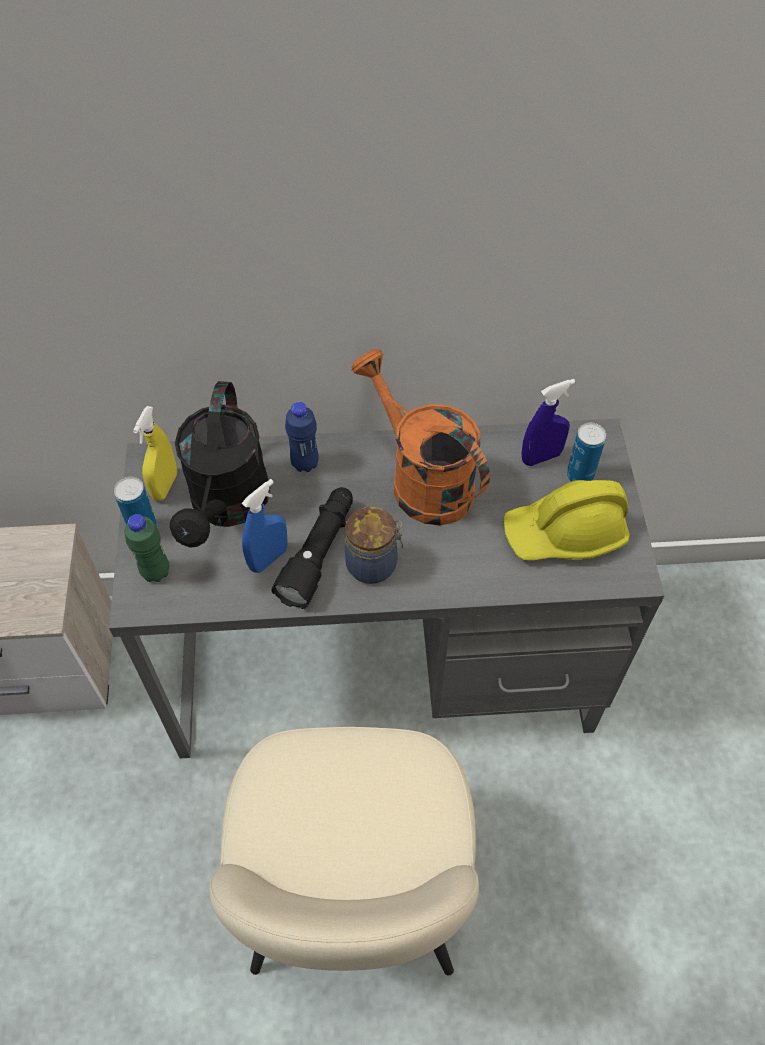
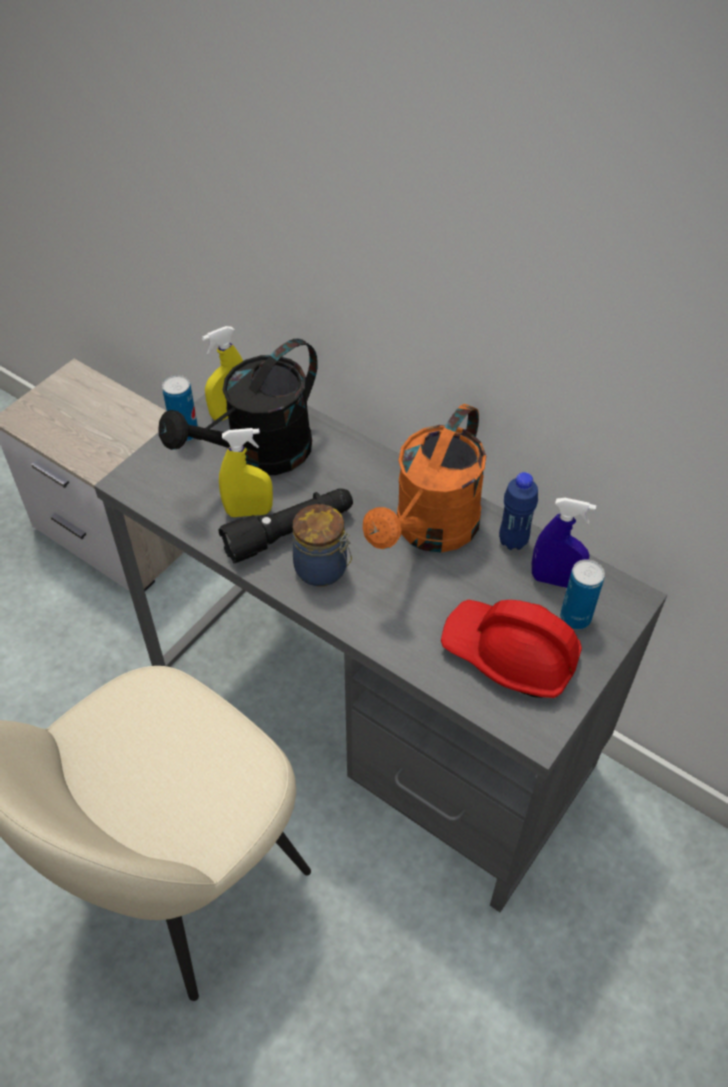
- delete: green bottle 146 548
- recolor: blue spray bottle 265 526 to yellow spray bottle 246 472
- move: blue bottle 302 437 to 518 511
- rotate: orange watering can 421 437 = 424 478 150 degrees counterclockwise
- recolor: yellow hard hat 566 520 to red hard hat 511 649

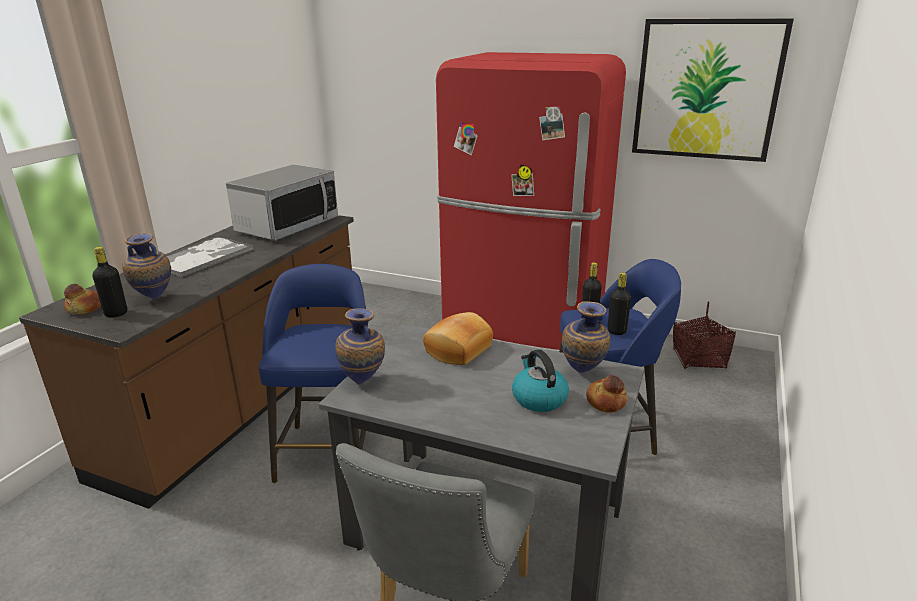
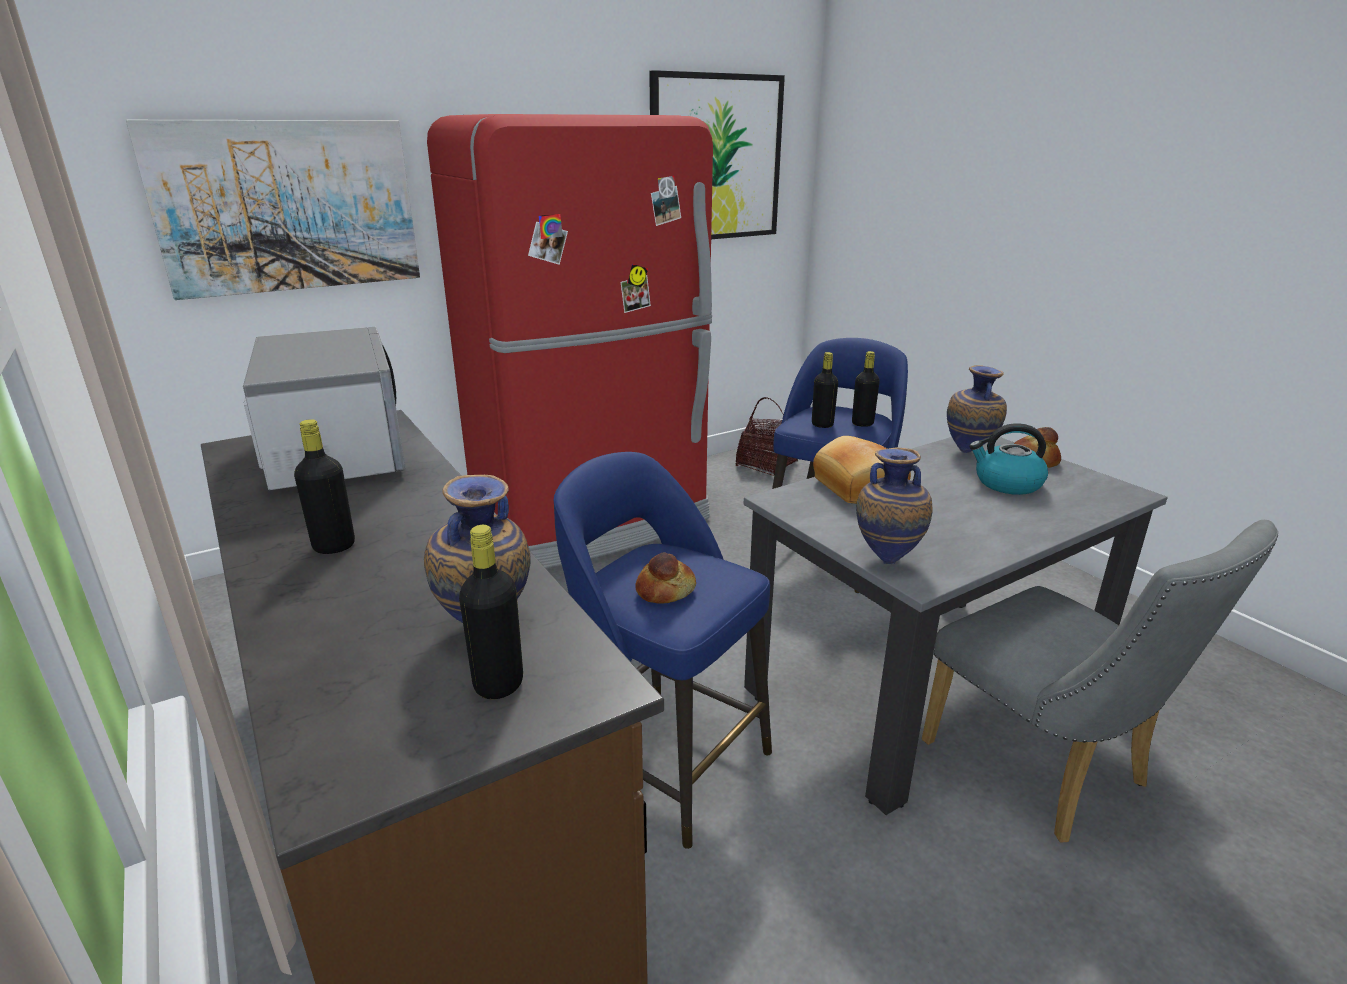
- move: bread 82 299 to 665 578
- replace: tray 209 257 to black bottle 324 486
- insert: picture 273 210

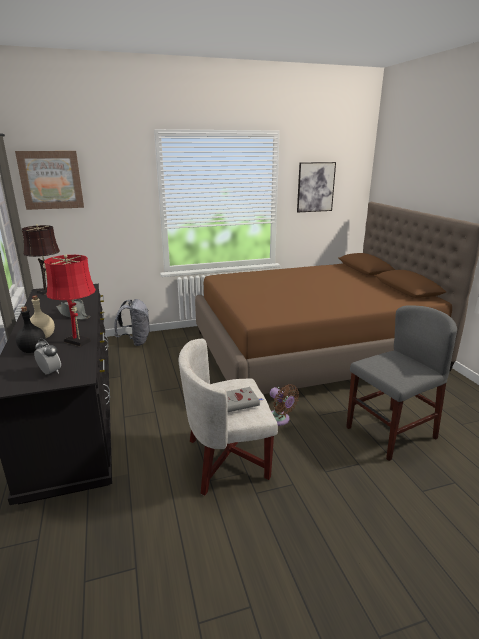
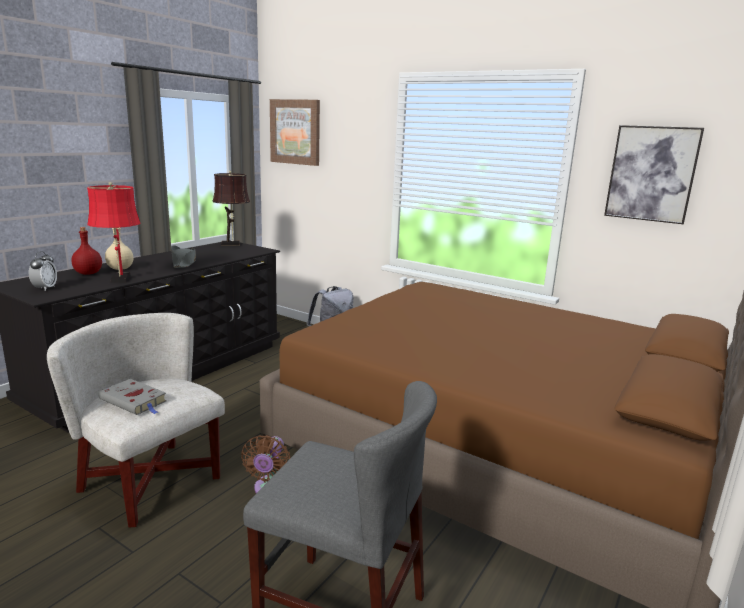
- recolor: black bottle 31 330 to red bottle 86 251

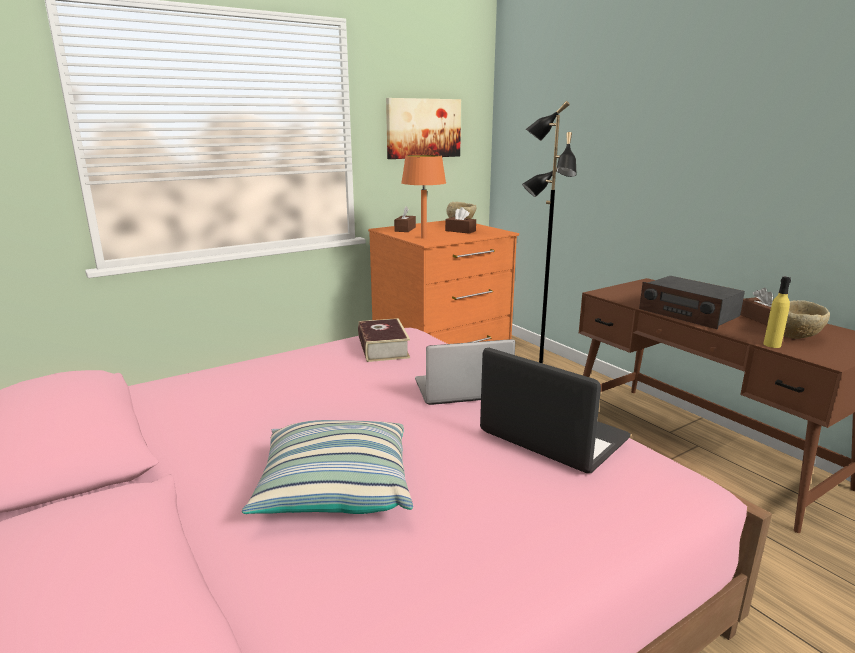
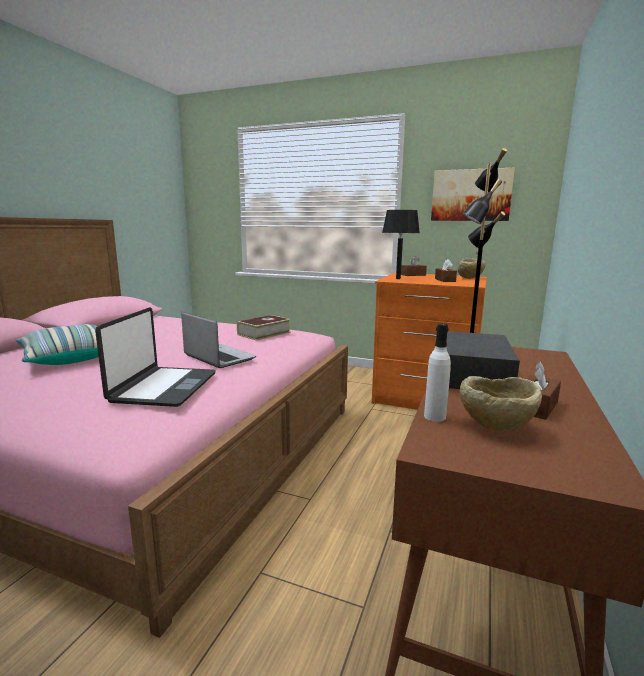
- recolor: orange table lamp 423 197 to black table lamp 401 244
- recolor: yellow bottle 777 312 to white bottle 437 372

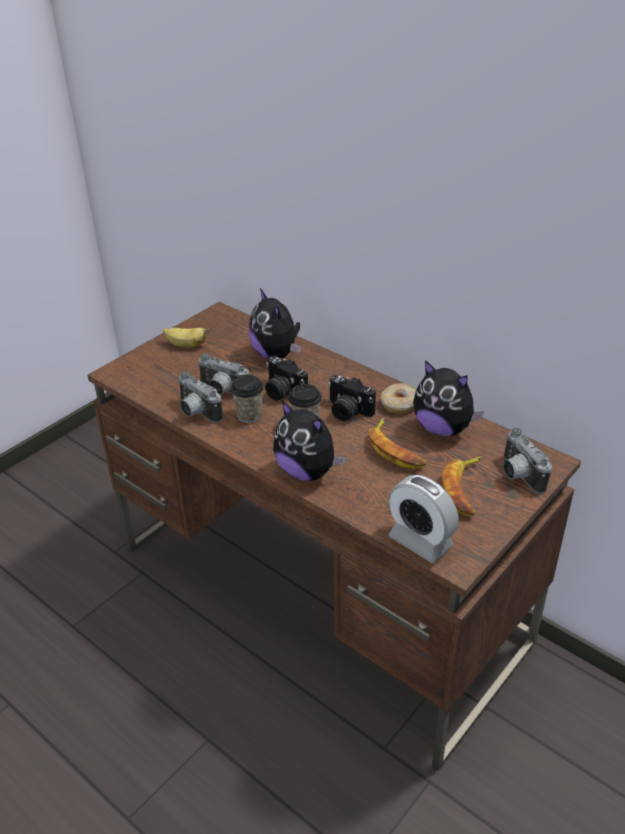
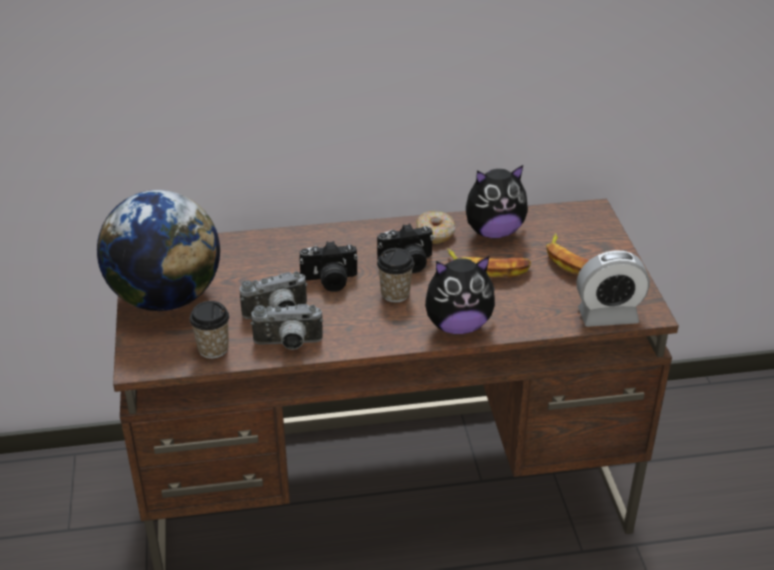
- replace: banana 186 337 to globe 158 250
- move: cup 247 399 to 209 330
- delete: plush toy 275 323
- delete: photo camera 527 460

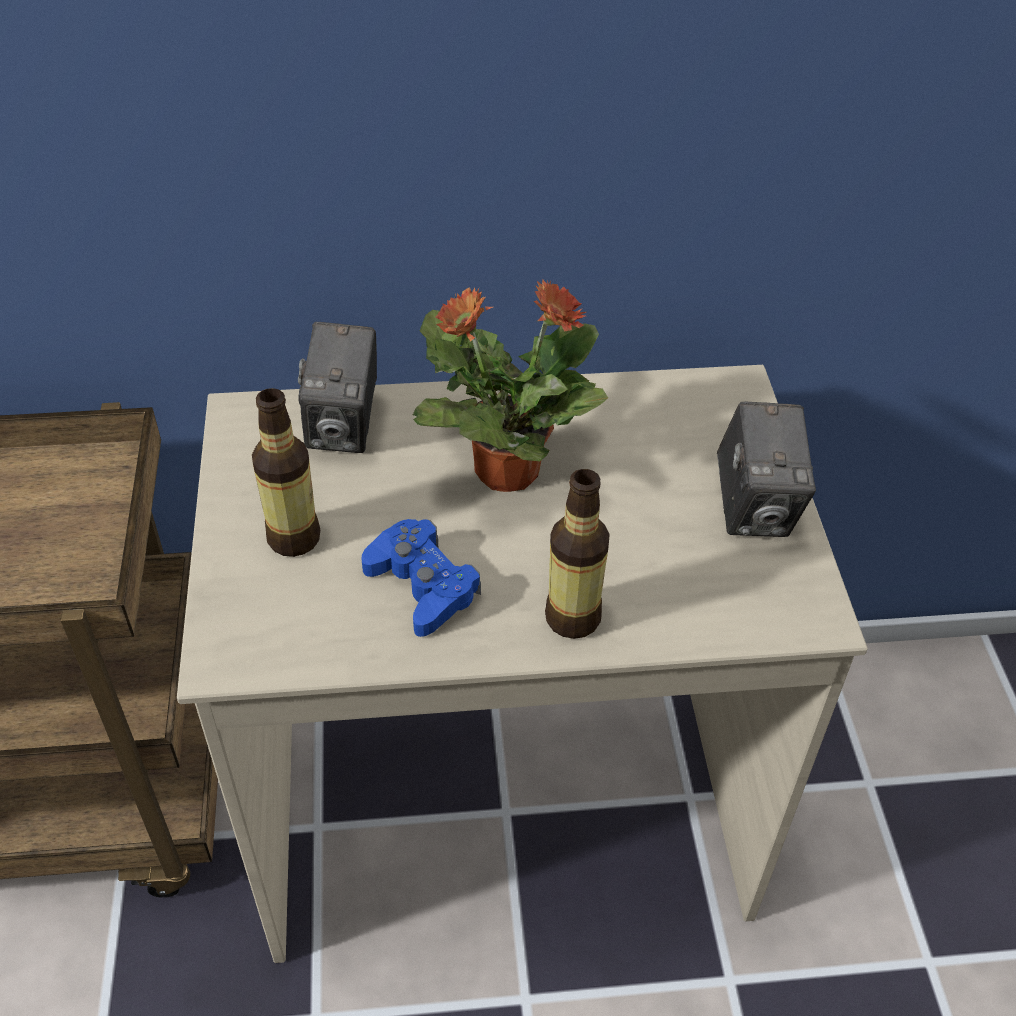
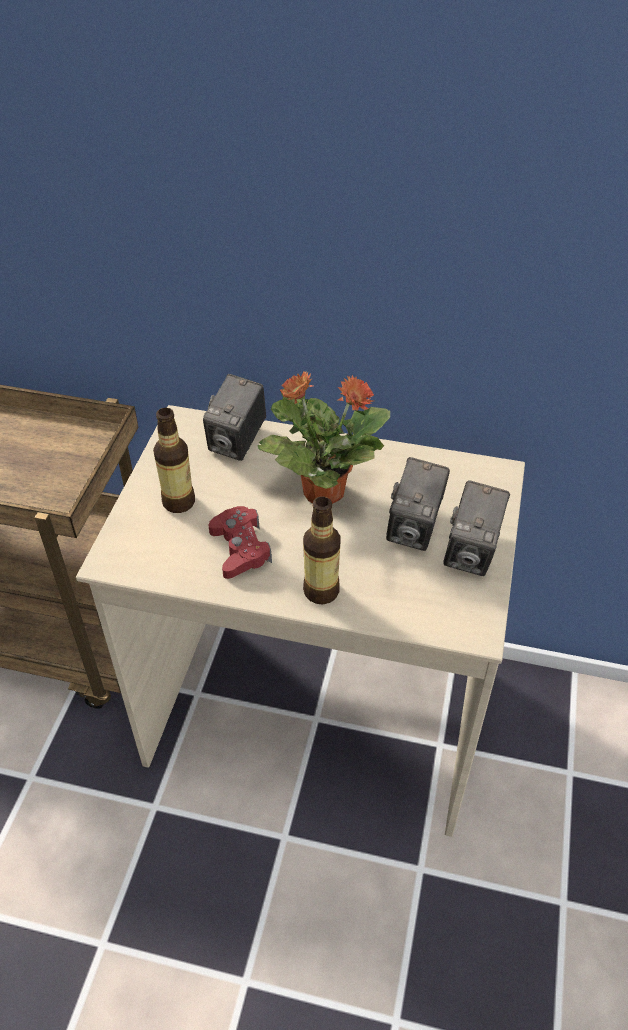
- recolor: blue game controller 421 578 to red game controller 240 542
- insert: photo camera 418 504

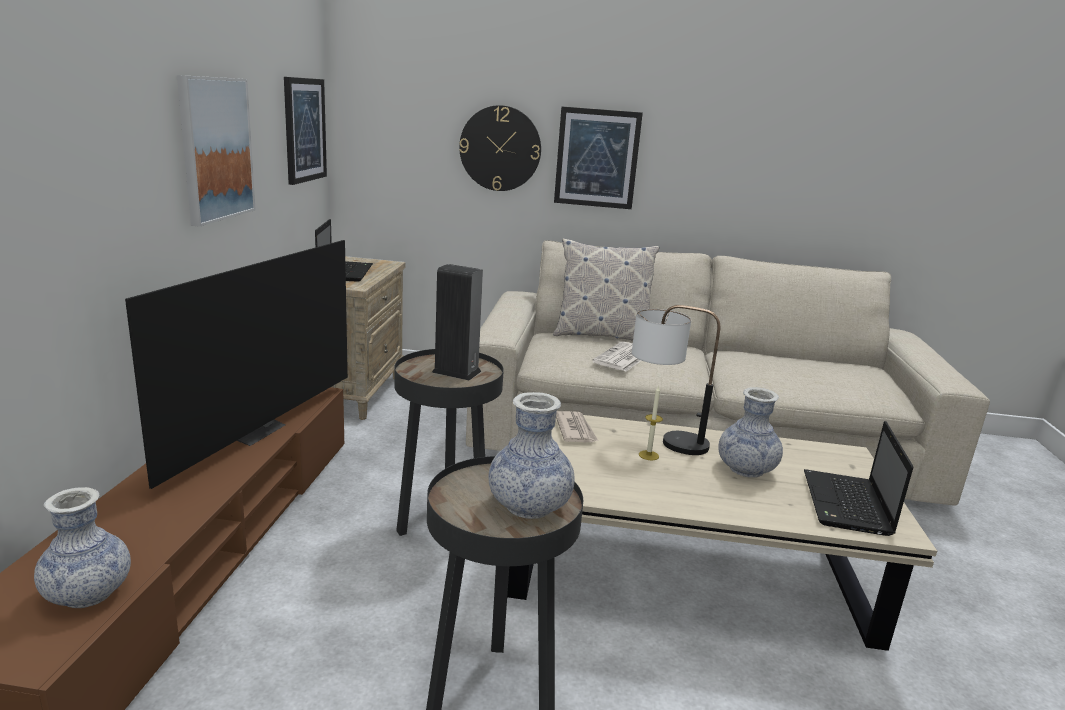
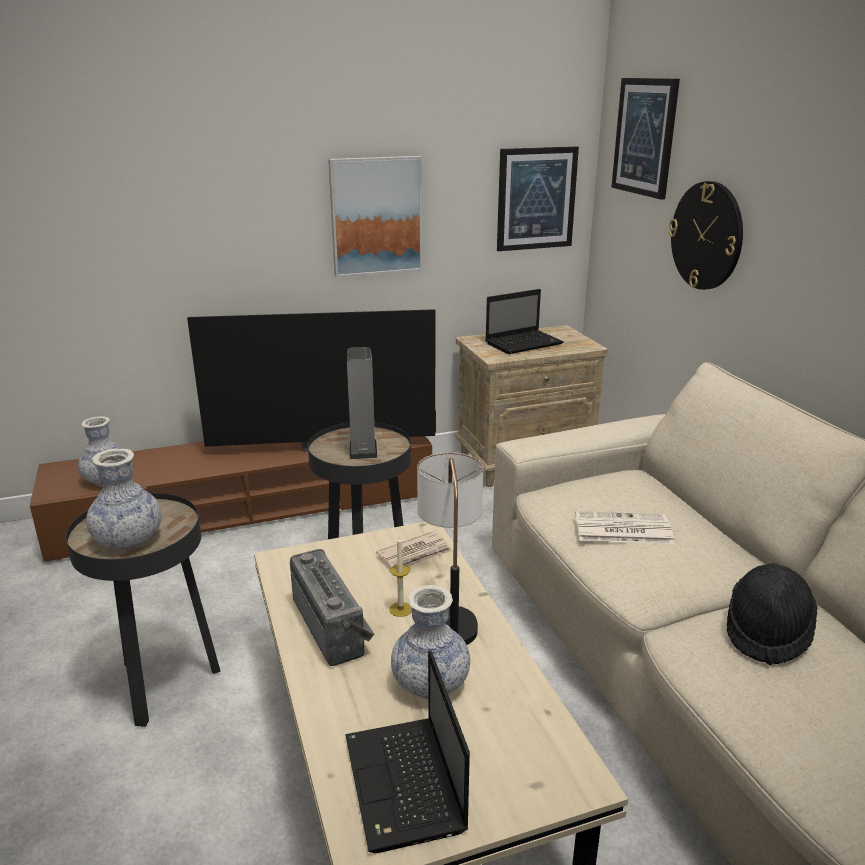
- delete: pillow 606 289
- move: picture 598 157 to 646 138
- rotate: laptop 858 478 = 407 752 90 degrees counterclockwise
- insert: radio 332 607
- insert: black hat 772 614

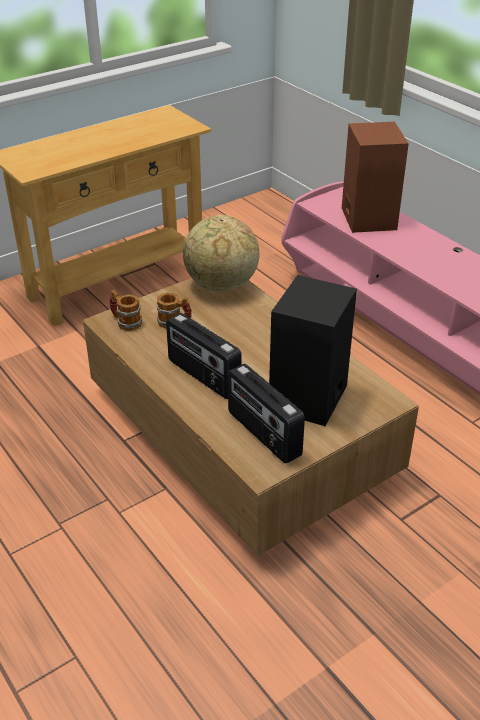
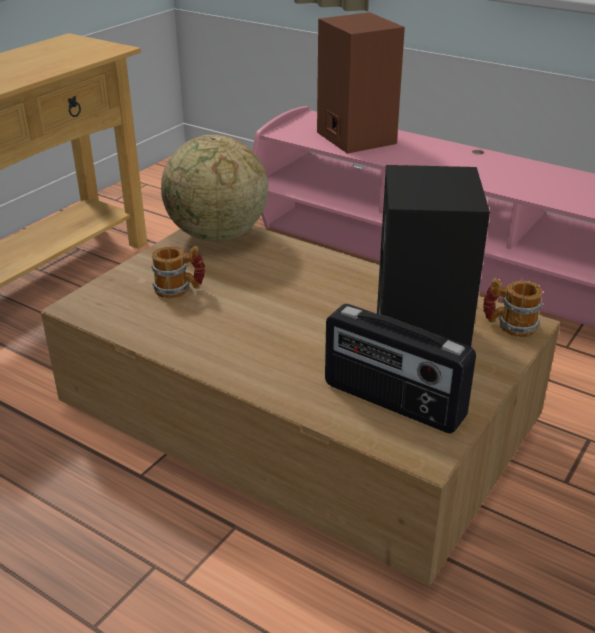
- move: mug 125 310 to 513 307
- delete: radio 204 356

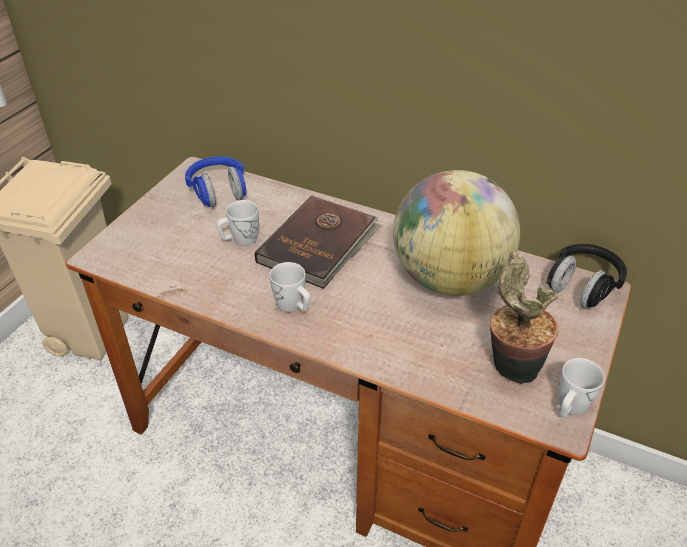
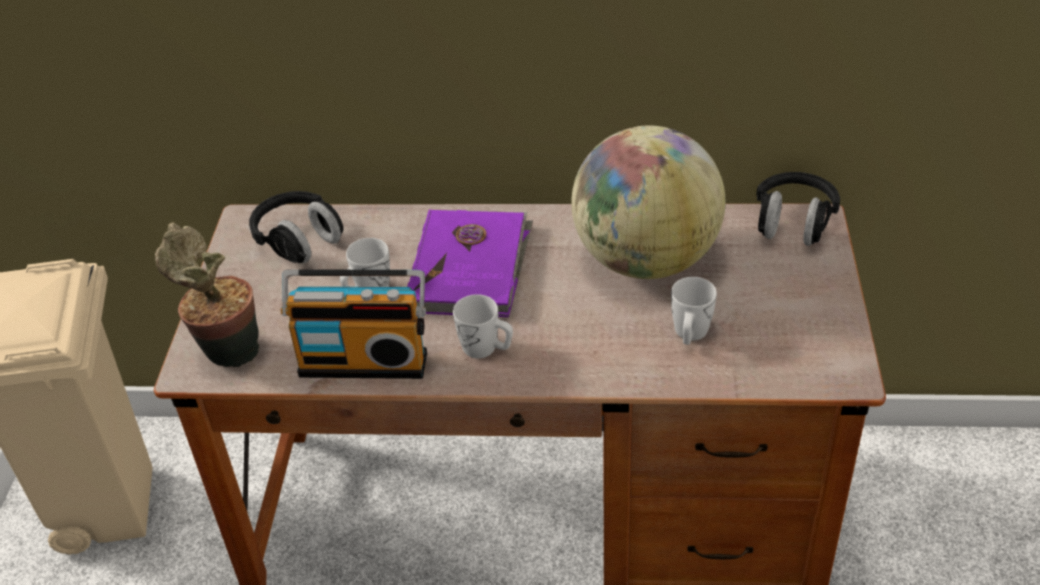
- recolor: blue headphones 215 182 to black headphones 296 227
- recolor: brown book 318 242 to purple book 470 263
- move: potted plant 524 317 to 207 295
- move: white mug 581 388 to 694 311
- insert: radio 354 324

